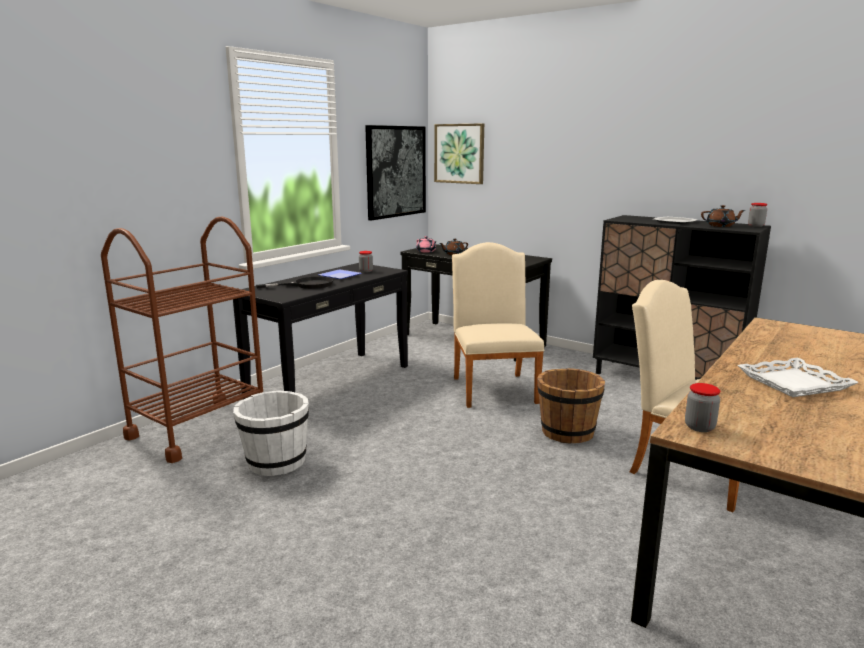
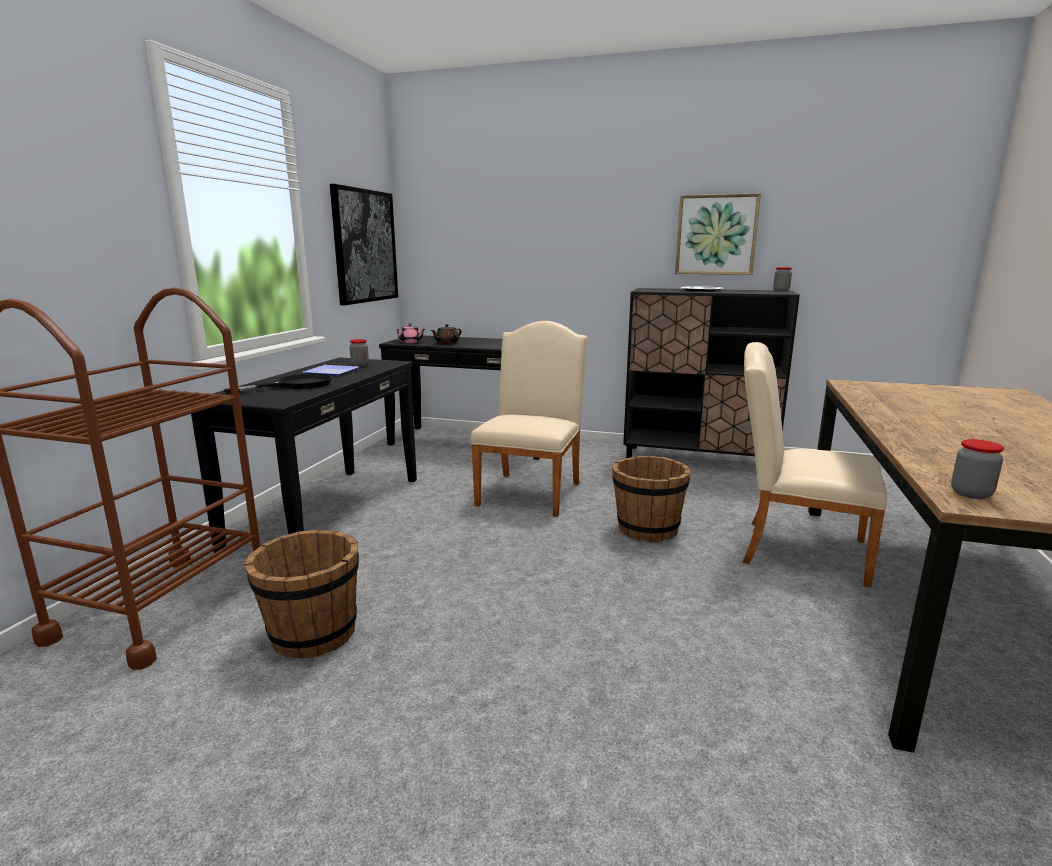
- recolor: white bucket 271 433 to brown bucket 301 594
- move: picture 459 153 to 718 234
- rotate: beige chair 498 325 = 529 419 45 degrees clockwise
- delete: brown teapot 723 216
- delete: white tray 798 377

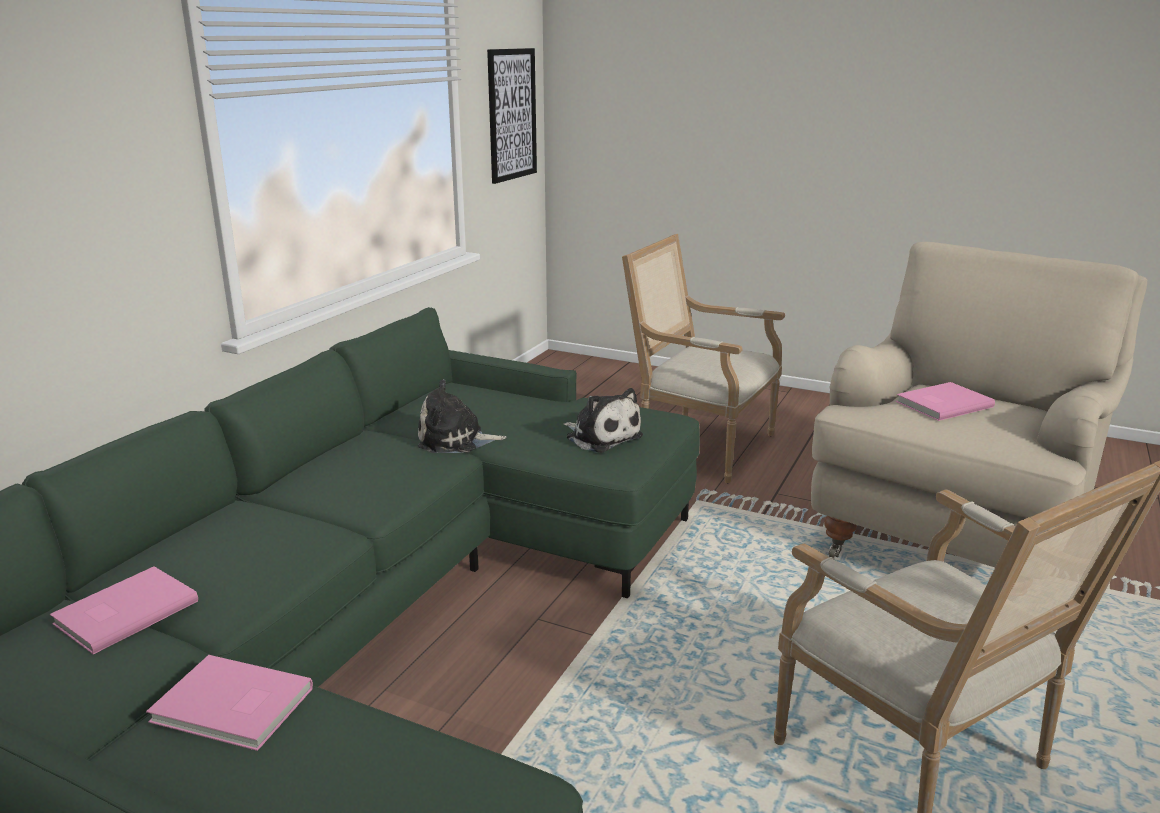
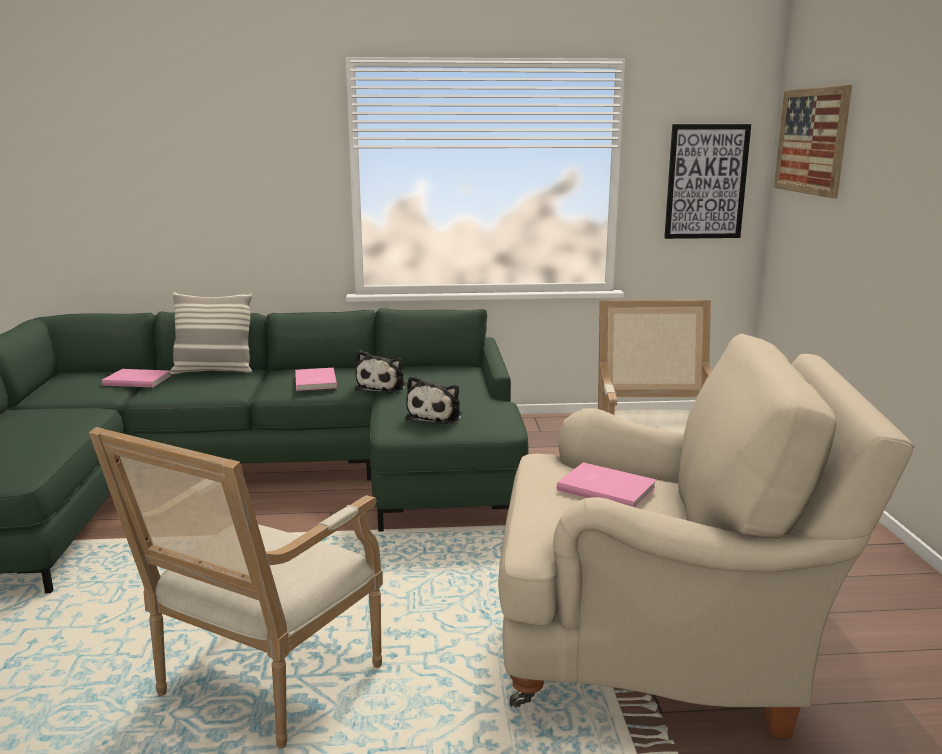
- move: pink book 229 703 to 316 379
- rotate: plush toy 462 416 = 381 371 135 degrees counterclockwise
- insert: pillow 211 333
- insert: picture 813 141

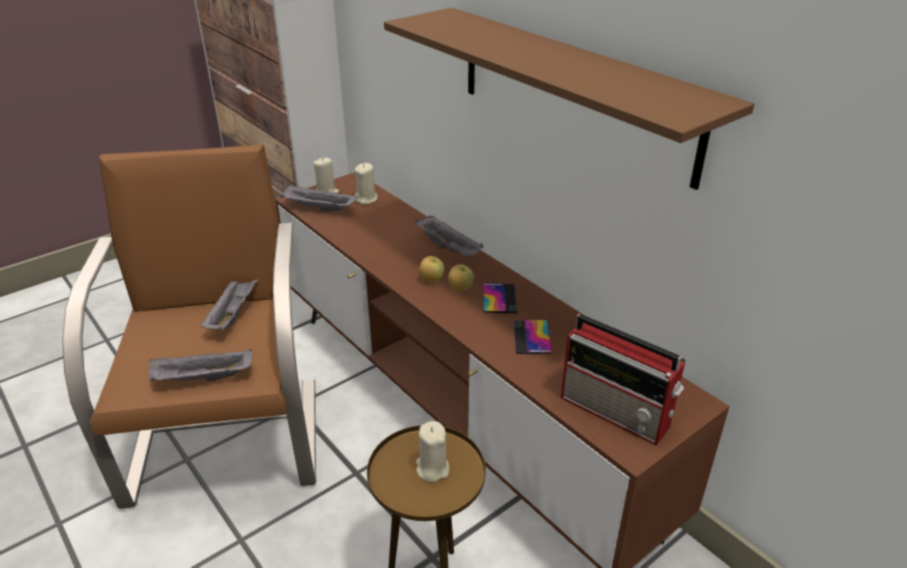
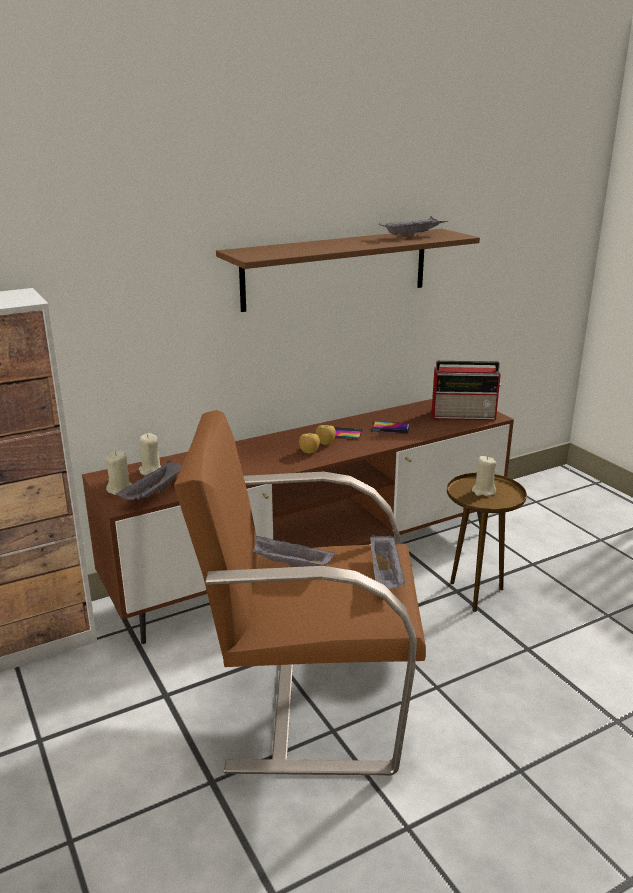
- move: grey tray 449 236 to 413 227
- rotate: radio 623 380 = 467 391 45 degrees clockwise

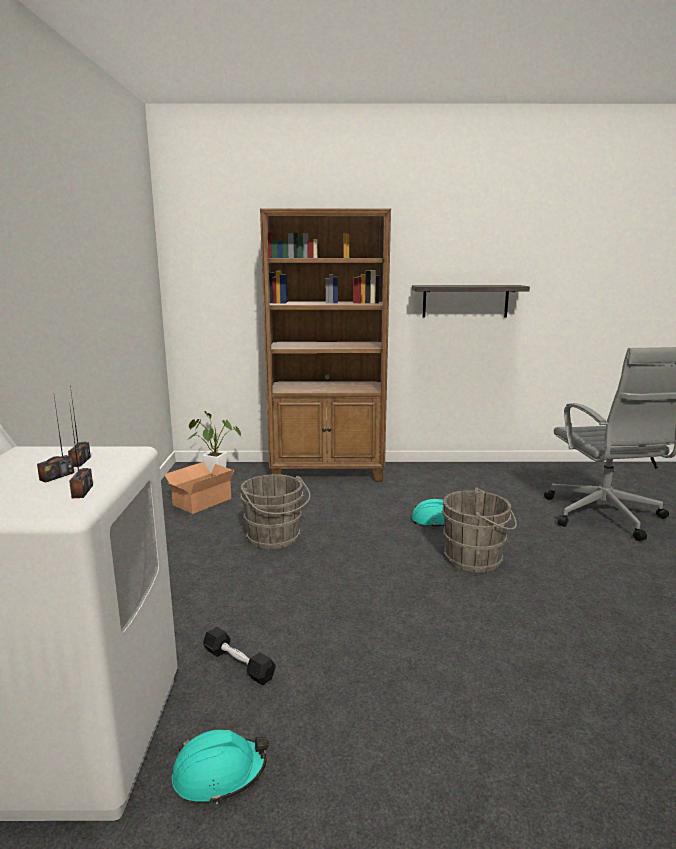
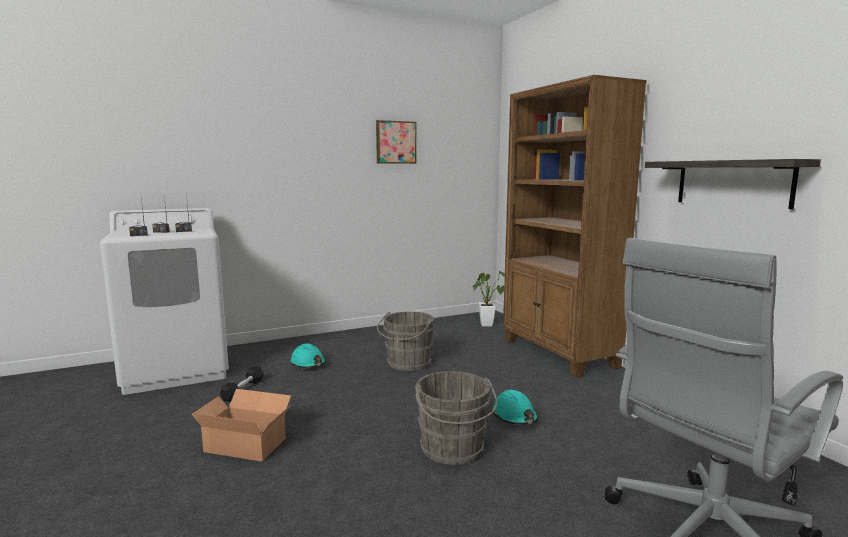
- move: cardboard box 199 488 to 241 425
- move: turquoise hard hat 220 767 to 308 355
- insert: picture 396 142

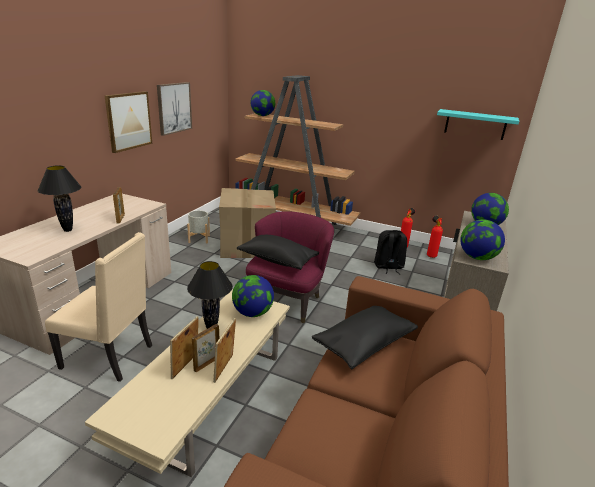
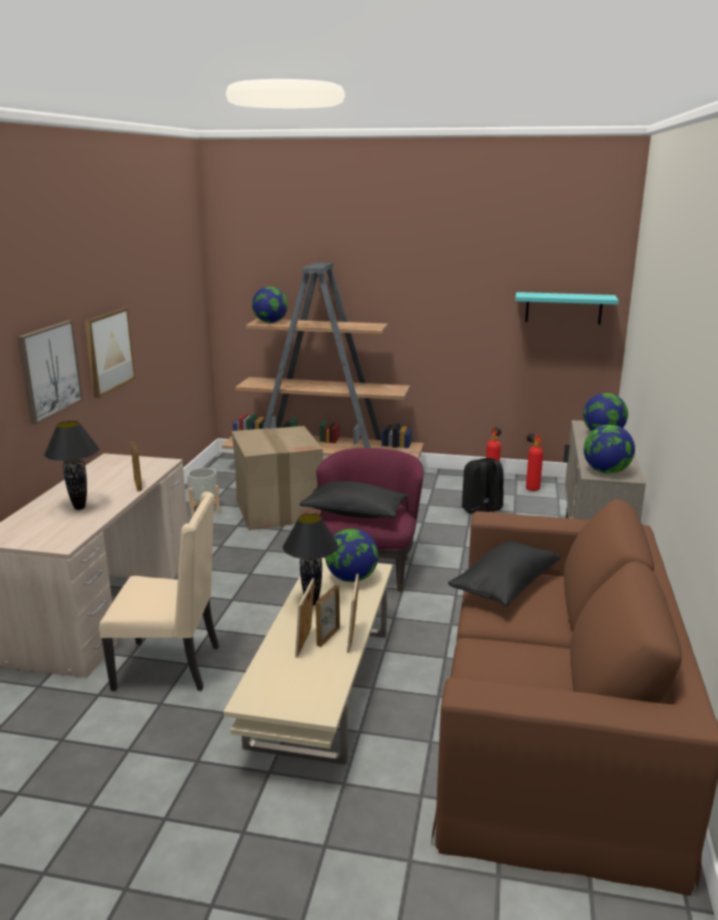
- move: picture 174 109 to 50 372

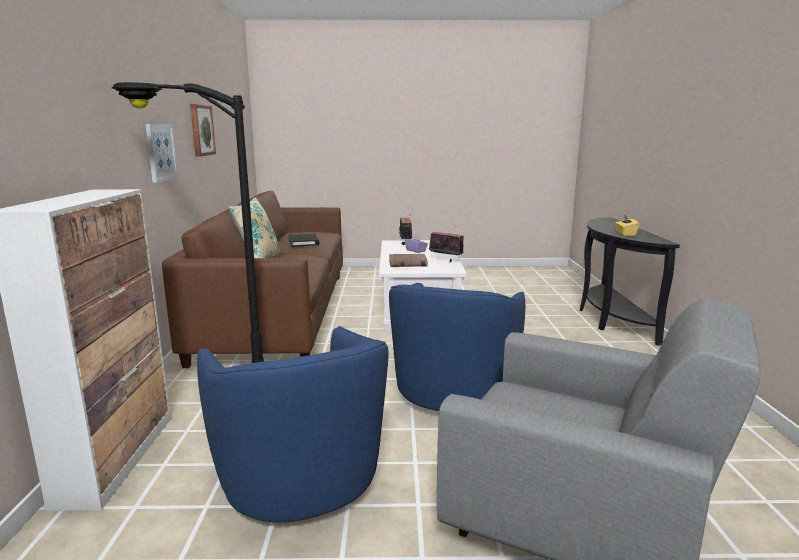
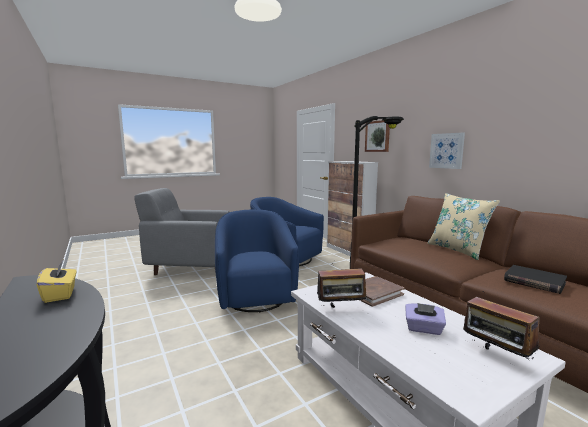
- move: picture 203 130 to 377 136

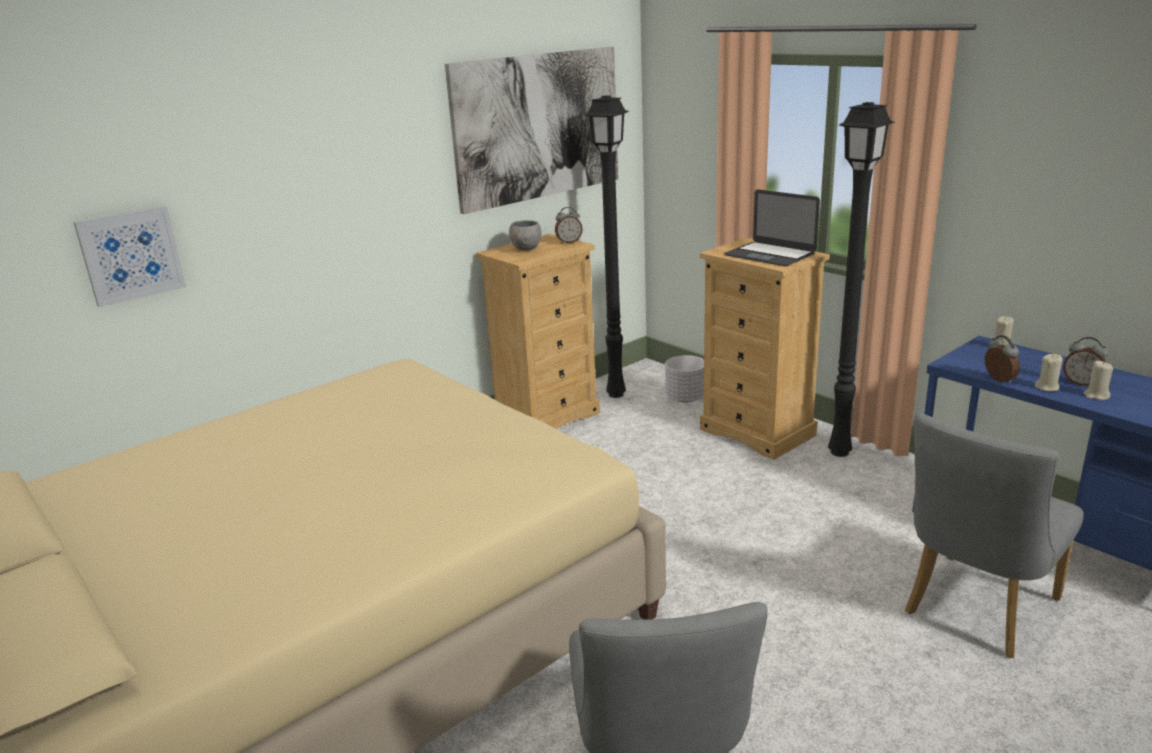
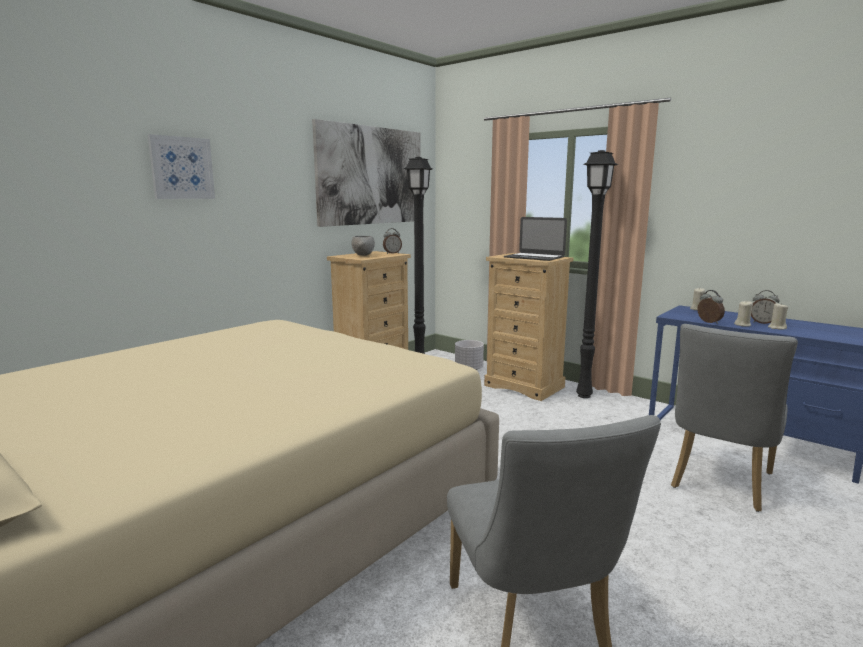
- move: picture 130 256 to 181 166

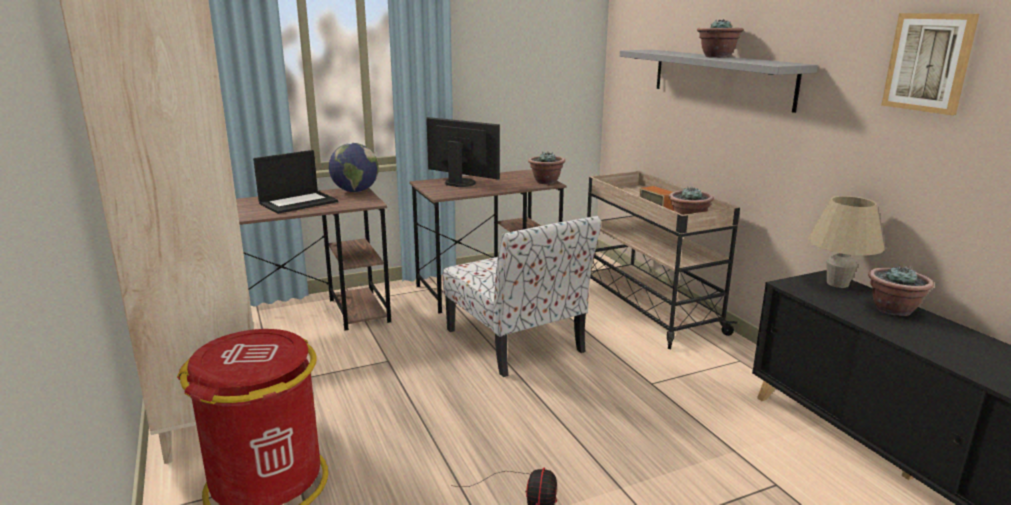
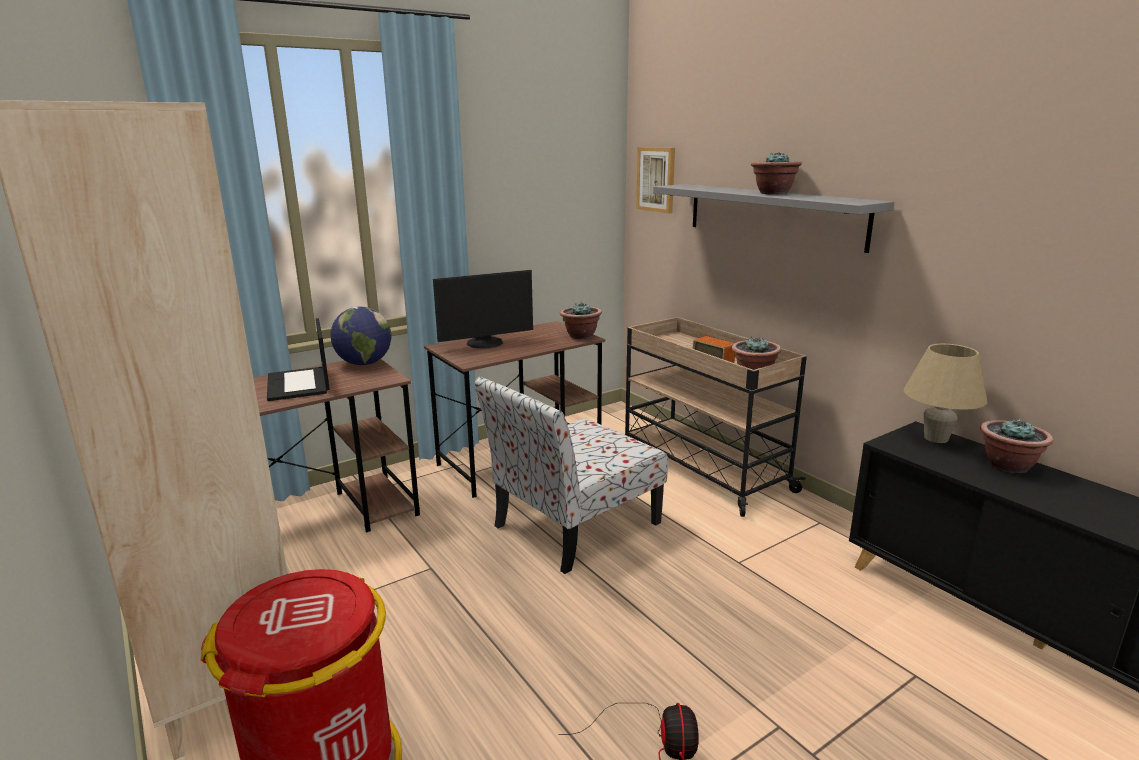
- rotate: laptop 295 182 = 298 359 120 degrees clockwise
- rotate: monitor 463 152 = 483 309 135 degrees clockwise
- rotate: chair 522 296 = 571 475 90 degrees clockwise
- move: picture 930 64 to 655 180

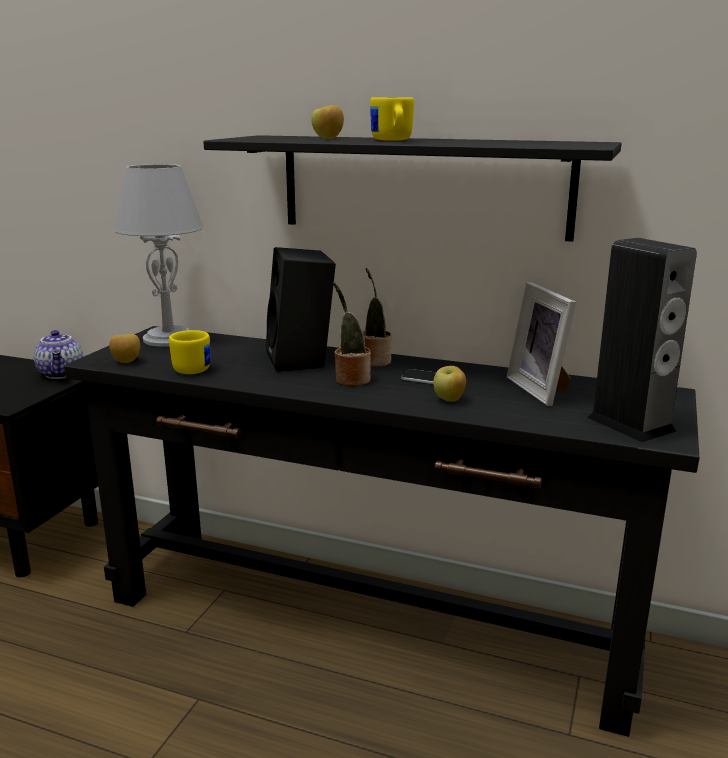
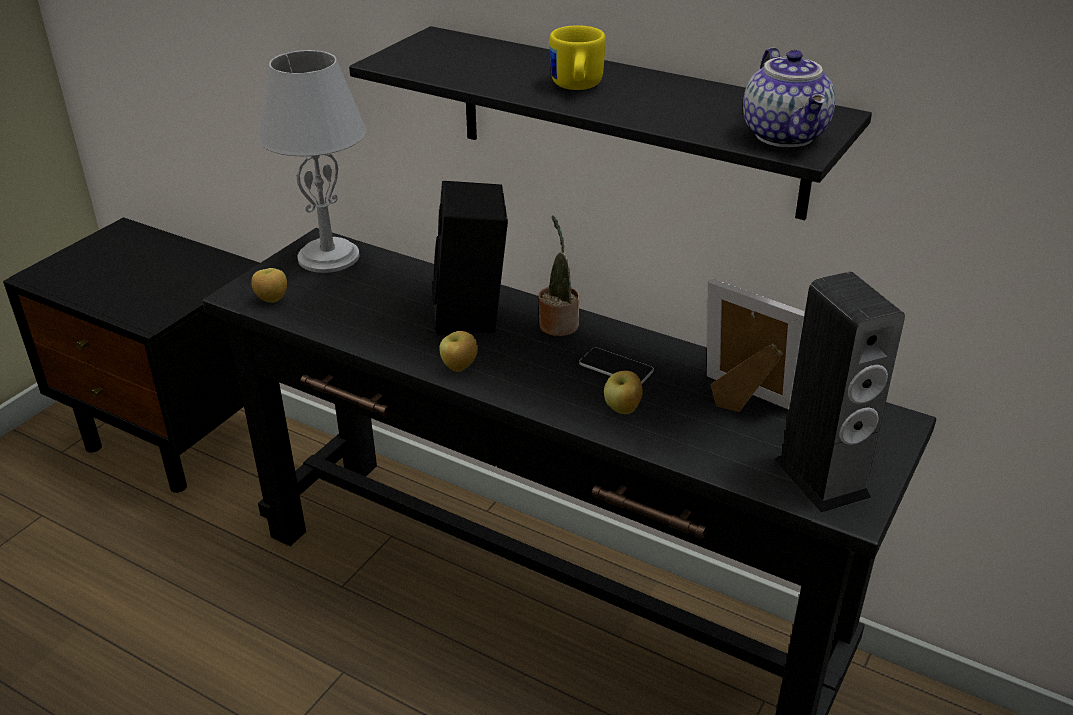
- move: teapot 59 354 to 789 97
- delete: yellow mug 189 352
- move: apple 327 122 to 458 351
- delete: potted plant 352 334
- rotate: picture frame 541 344 = 756 345 135 degrees clockwise

